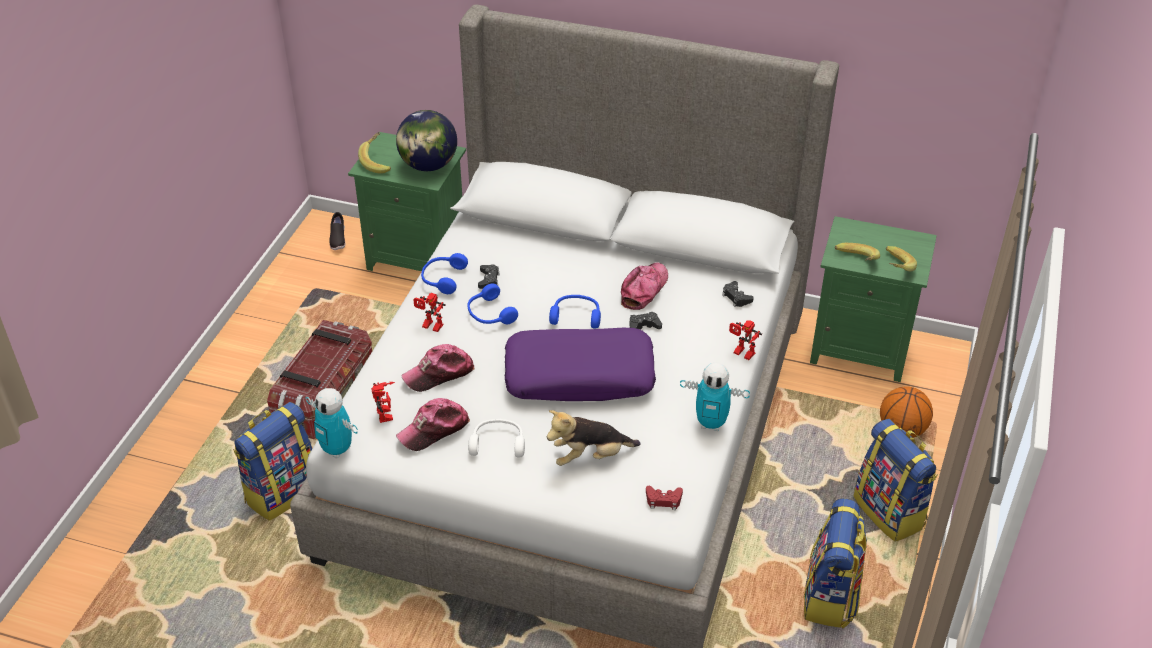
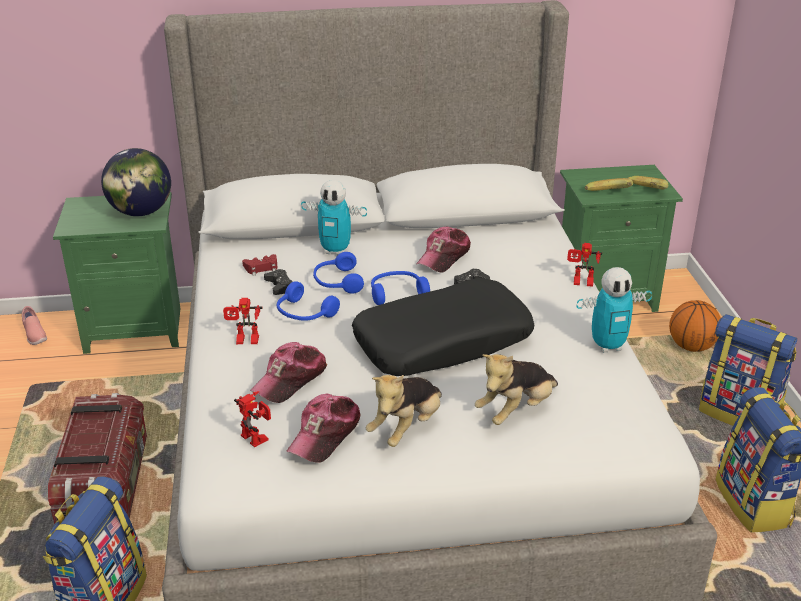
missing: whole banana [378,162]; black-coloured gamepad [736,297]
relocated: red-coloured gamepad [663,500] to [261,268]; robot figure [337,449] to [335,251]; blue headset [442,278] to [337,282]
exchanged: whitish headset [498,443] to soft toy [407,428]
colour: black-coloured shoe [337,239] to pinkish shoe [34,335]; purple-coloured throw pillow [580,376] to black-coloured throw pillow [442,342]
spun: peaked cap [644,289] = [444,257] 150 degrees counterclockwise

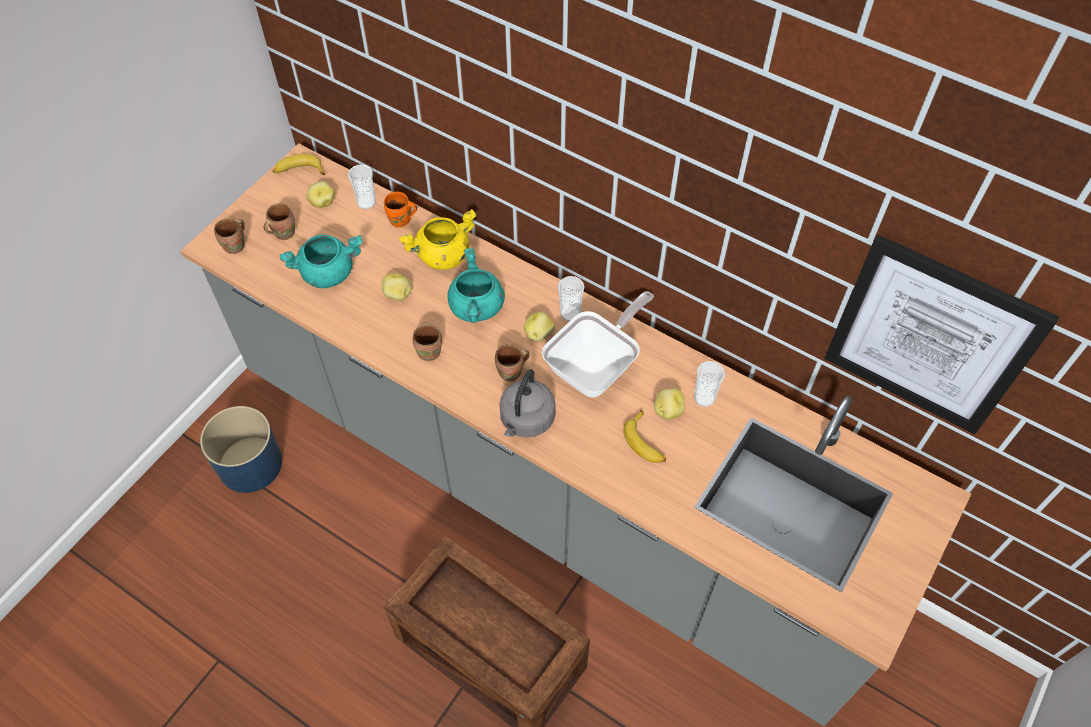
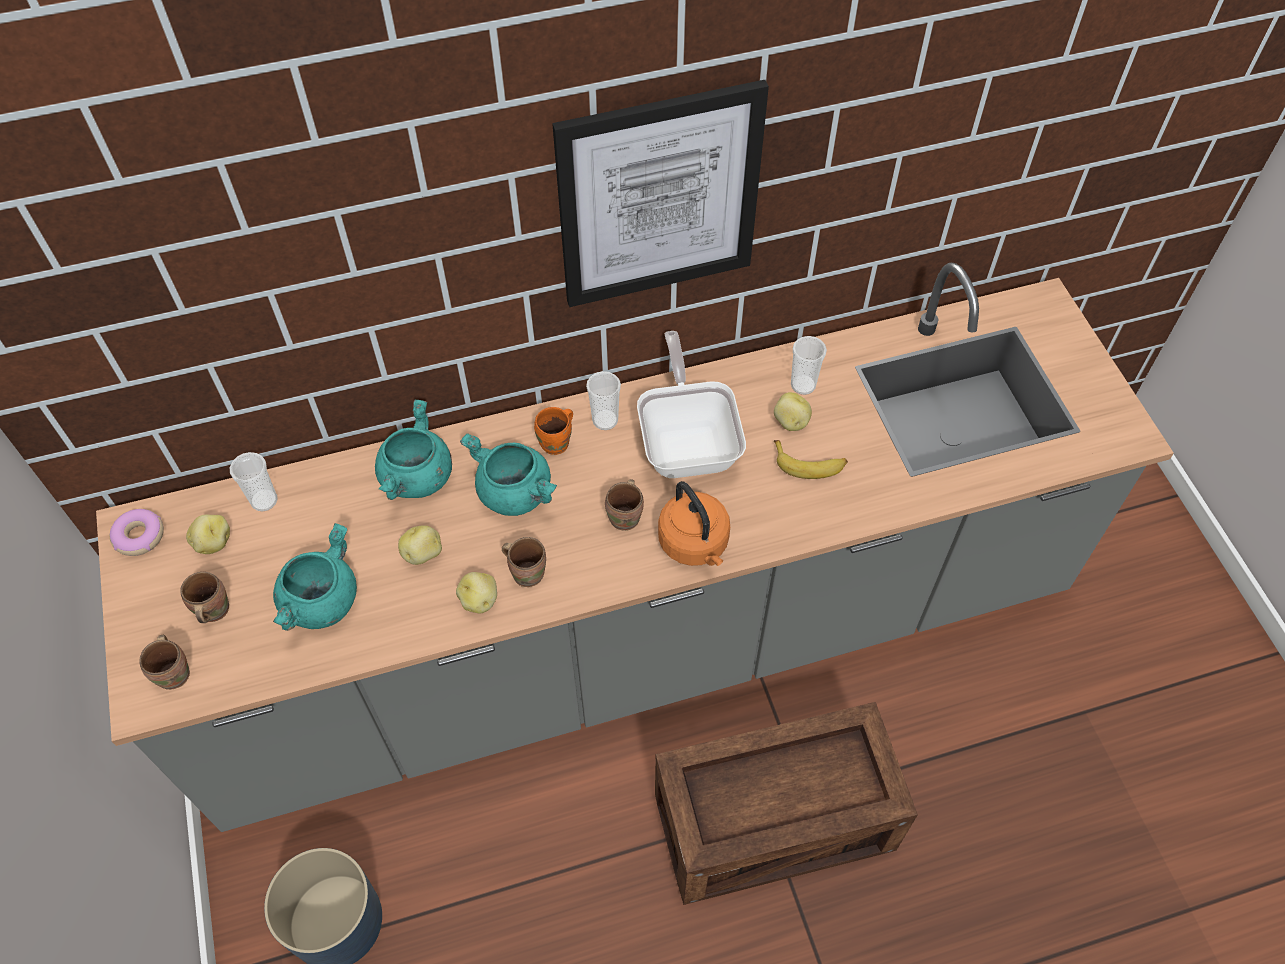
relocated: spud [539,333] to [479,600]; orange mug [401,221] to [557,443]; wall art [930,337] to [659,197]
exchanged: whole banana [299,171] to ring doughnut [139,536]
colour: yellowish saucepot [443,256] to blue-green saucepot [417,478]; greyish tea kettle [526,421] to orange tea kettle [695,544]

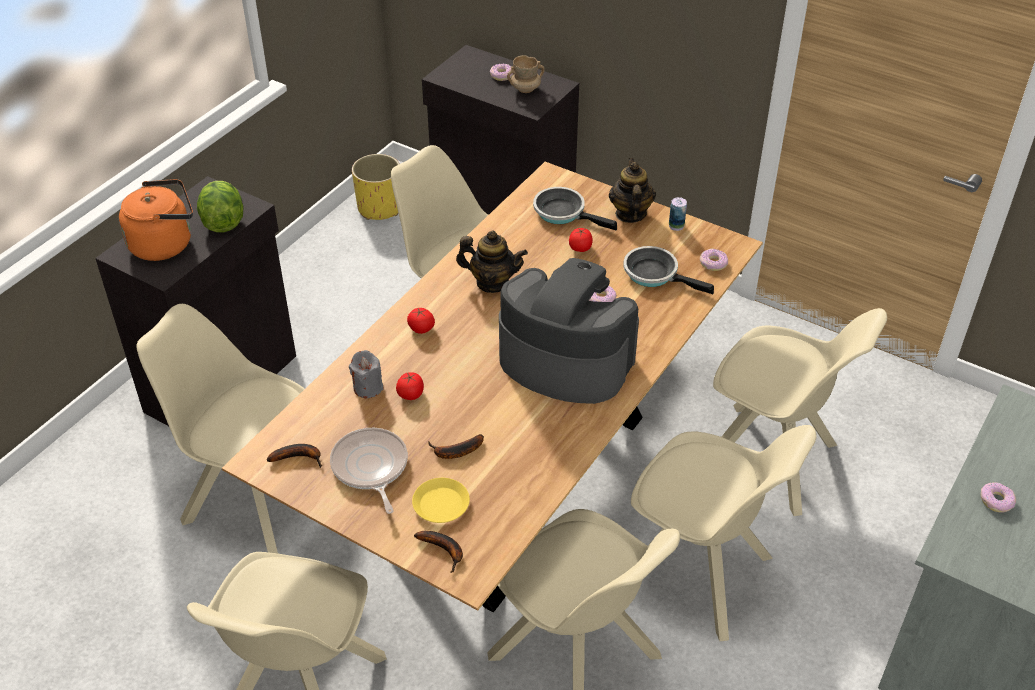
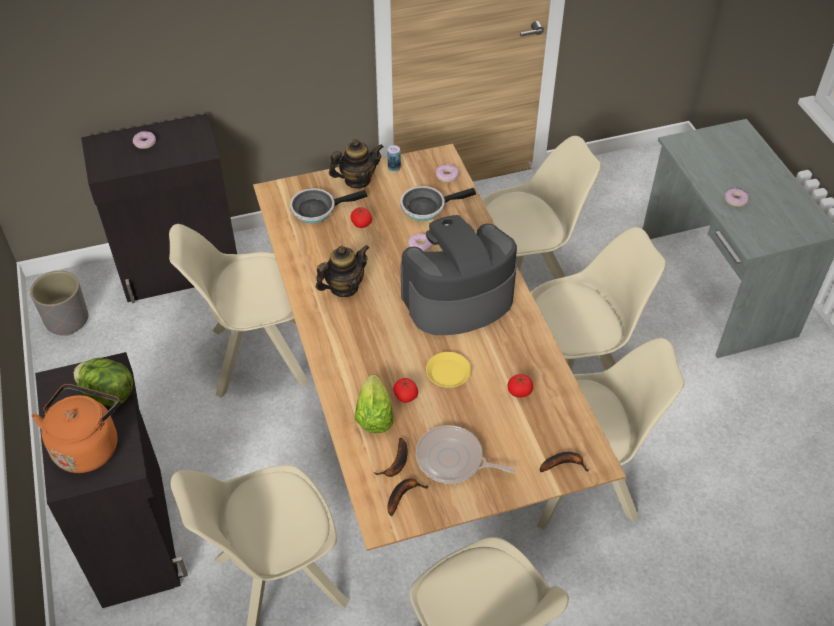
missing: beige mug [525,89]
relocated: whole banana [455,452] to [396,464]; yellowish flat dish [441,504] to [448,372]; tomato [421,329] to [519,392]
exchanged: greyish candle [368,387] to lettuce head [374,416]
colour: yellowish flower pot [380,208] to greyish flower pot [67,320]
spun: teapot [630,214] = [357,180] 120 degrees clockwise

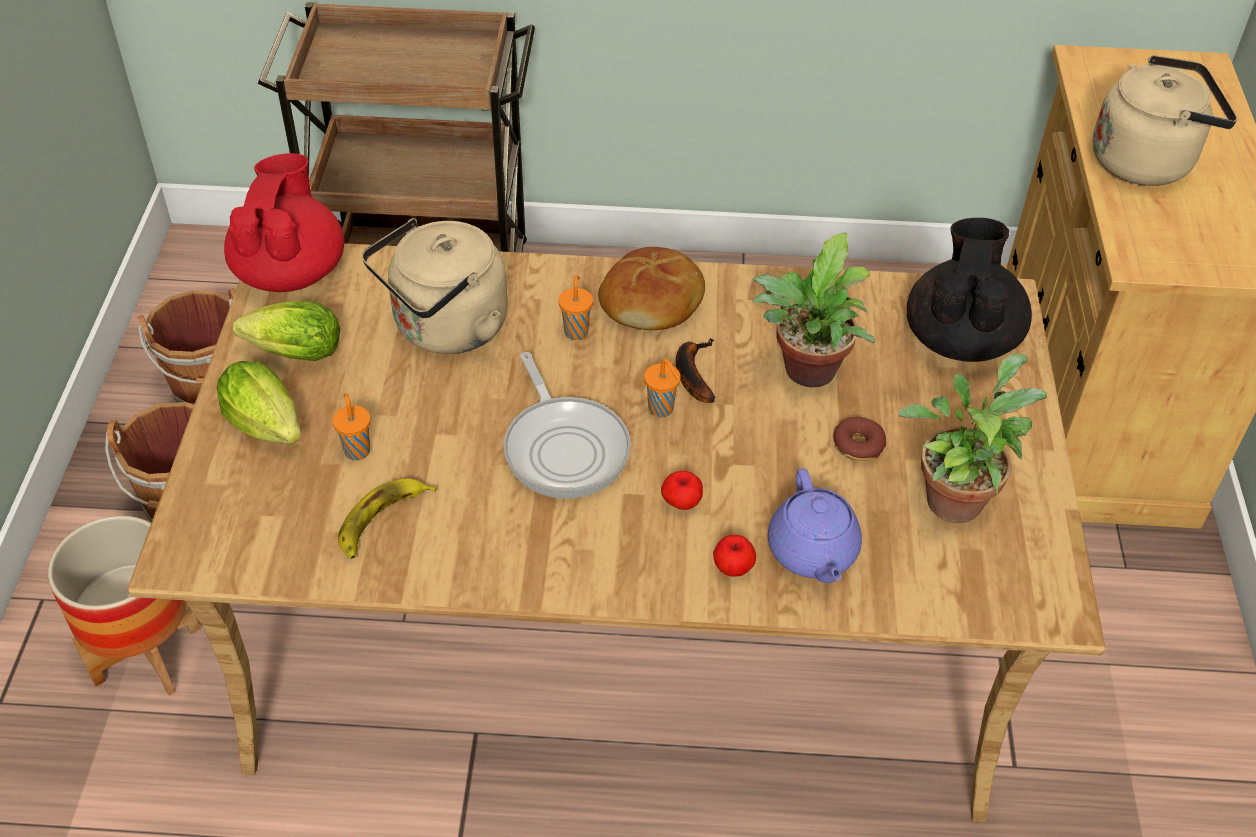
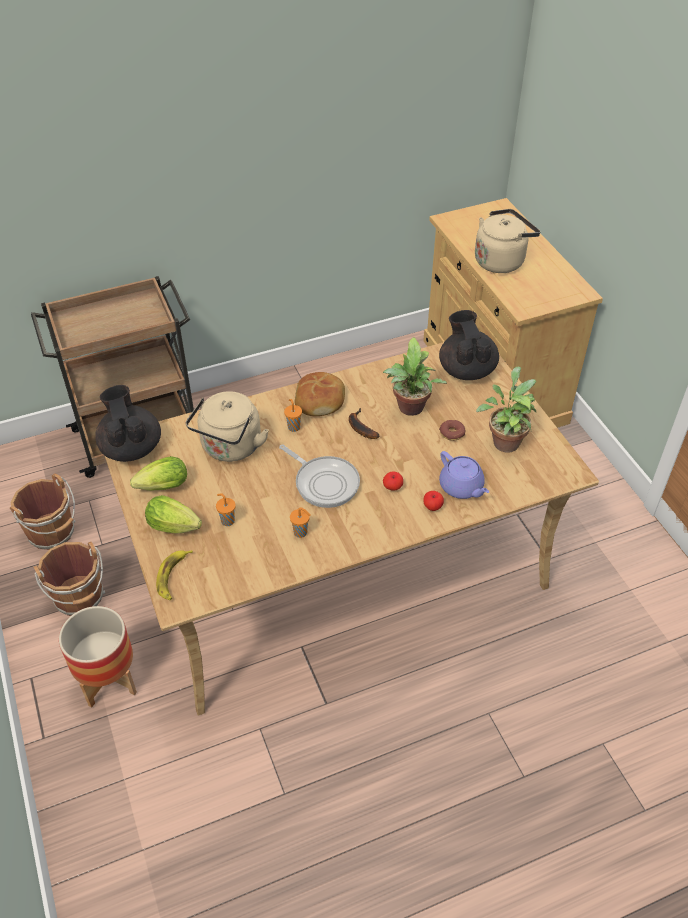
relocated: whole banana [382,521] to [173,576]; orange small cup [662,410] to [301,533]
colour: red-coloured teapot [291,271] to black-coloured teapot [131,447]

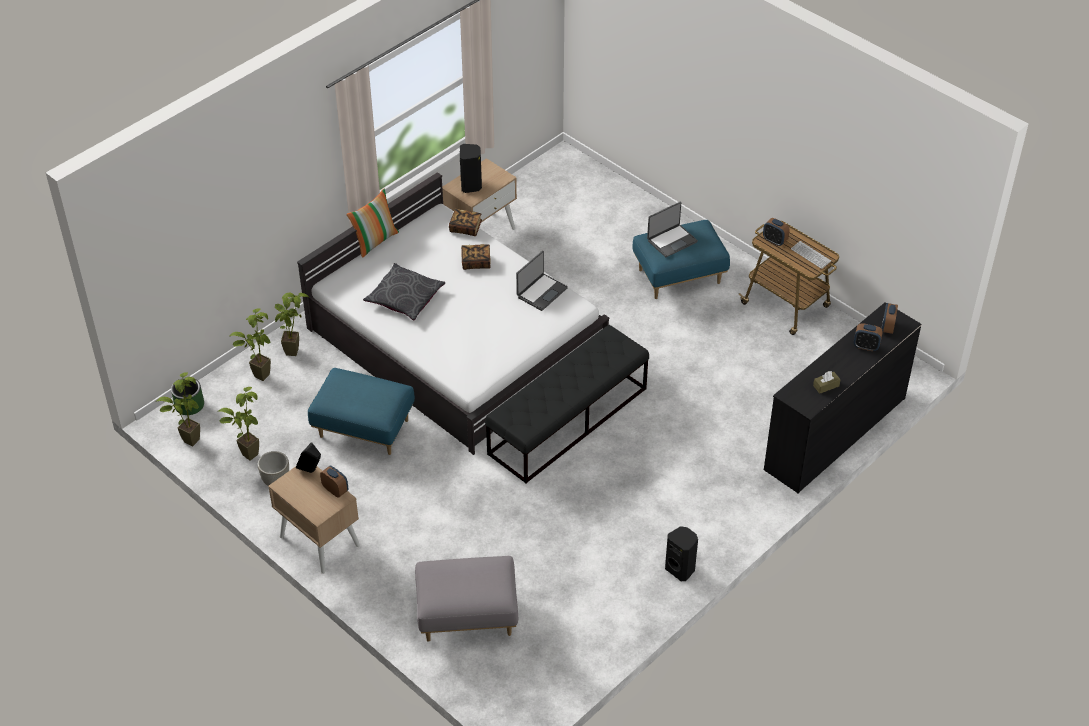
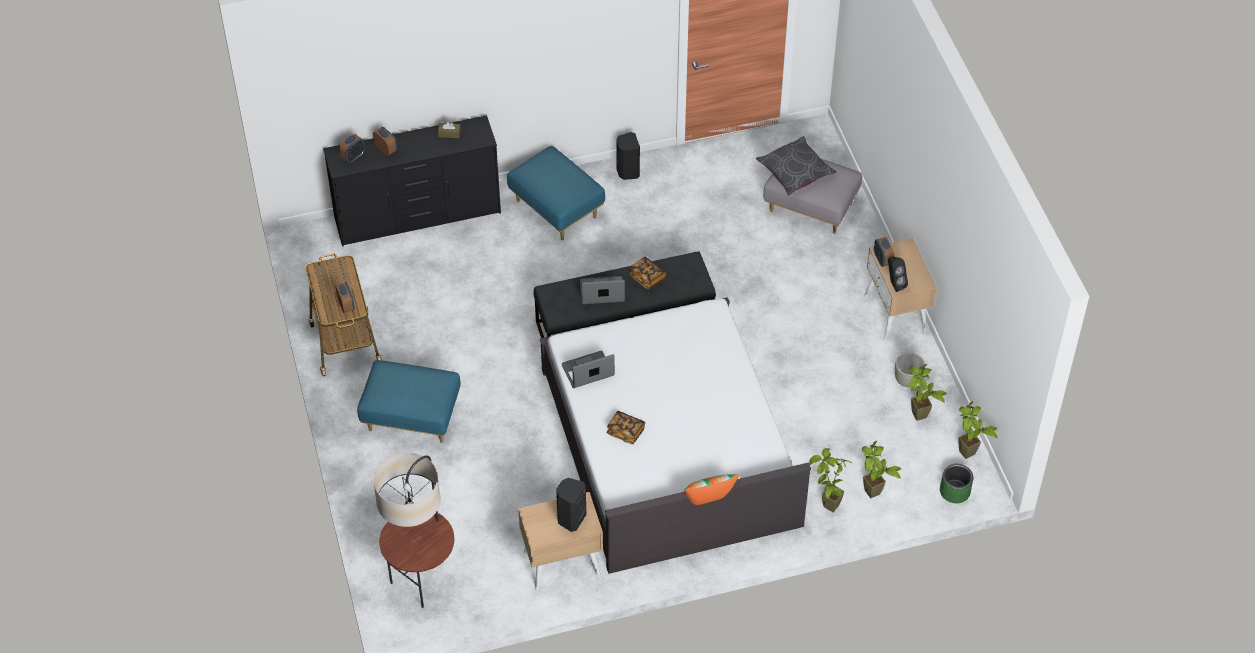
missing: keyboard [810,255]
appeared: floor lamp [422,580]
relocated: blue ottoman [363,429] to [557,209]; portable computer [671,241] to [602,292]; volume [465,228] to [647,278]; greyish throw pillow [404,298] to [795,171]

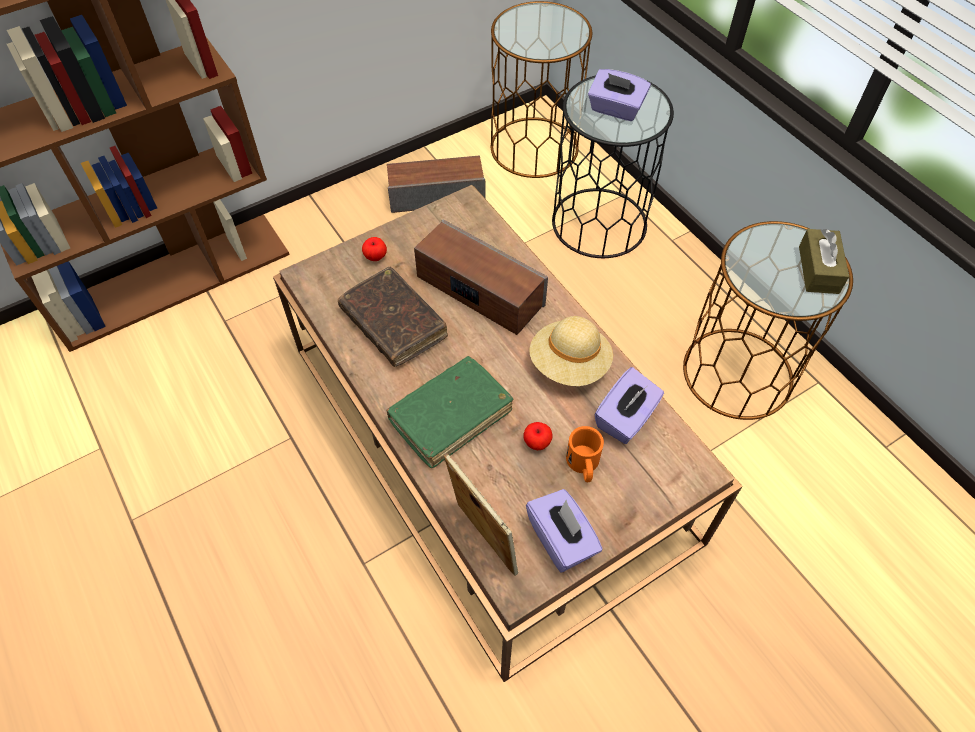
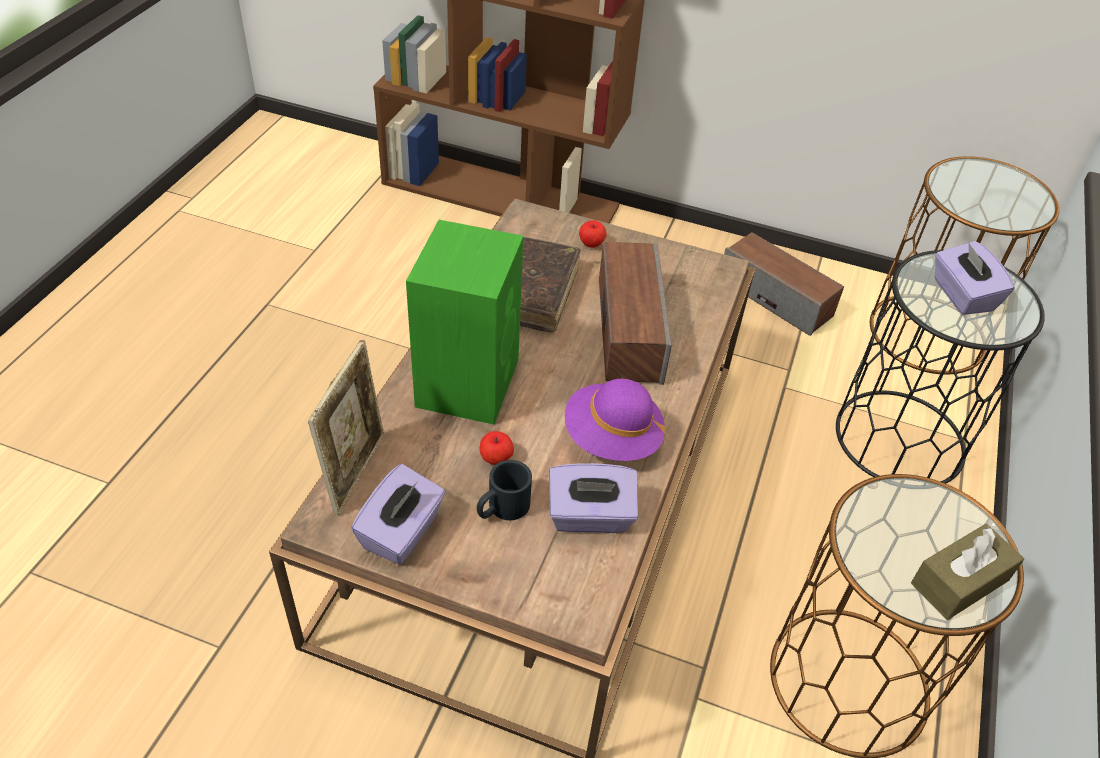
exchanged: greenish volume [450,416] to greenish loudspeaker [468,381]
colour: orange mug [583,465] to black-coloured mug [502,508]; beige wearable hat [569,364] to purple-coloured wearable hat [612,438]

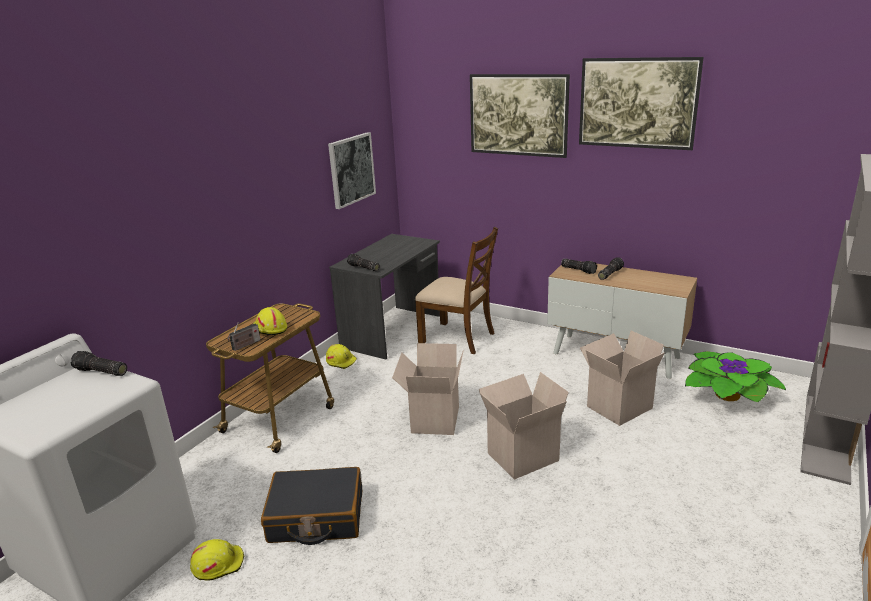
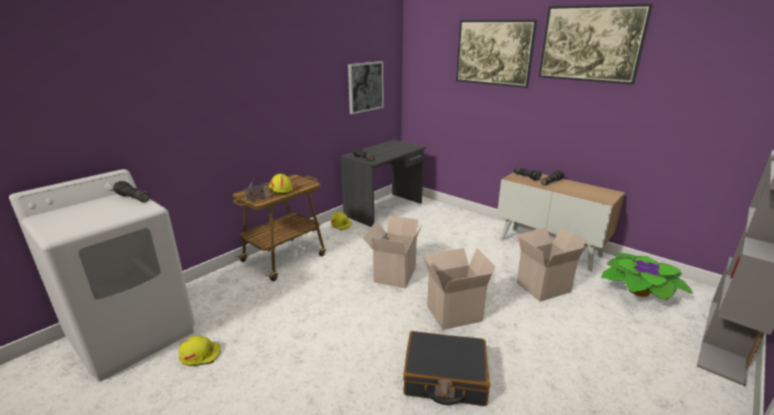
missing: brown upright chair [458,338]
relocated: black-coloured travel case [316,517] to [445,377]

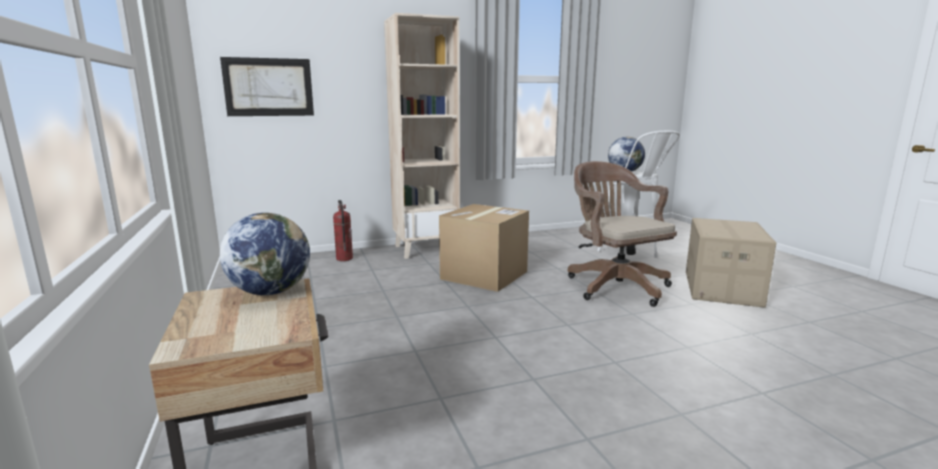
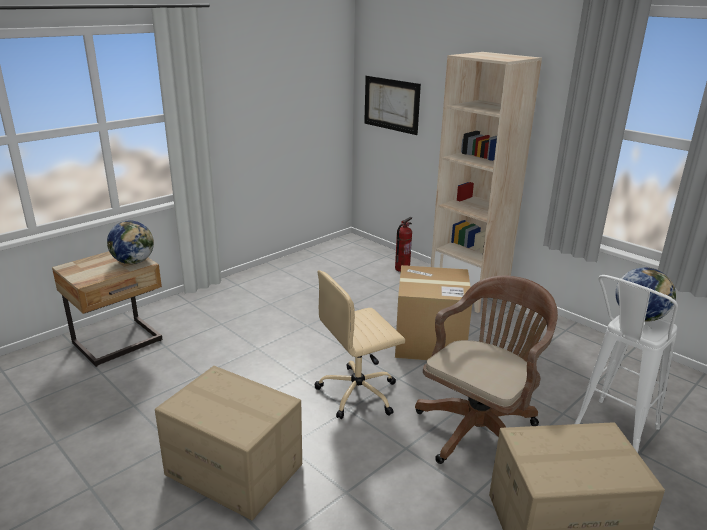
appeared: cardboard box [235,469]; beige office chair [359,393]

